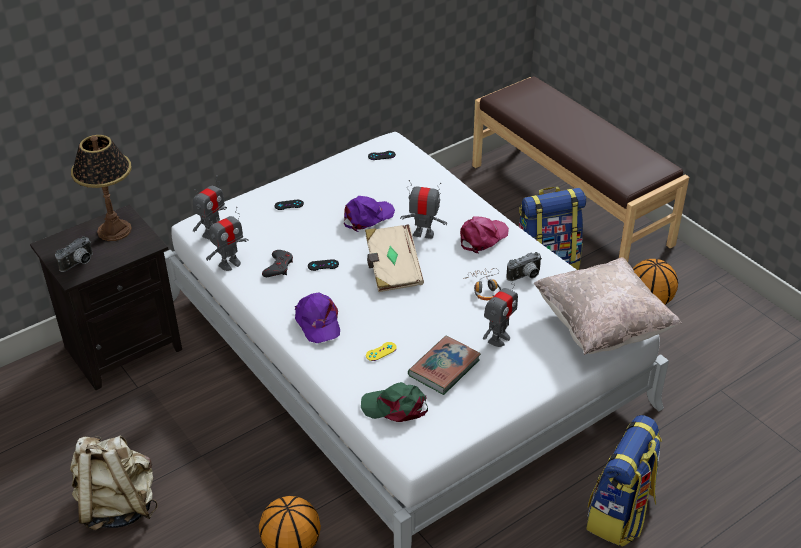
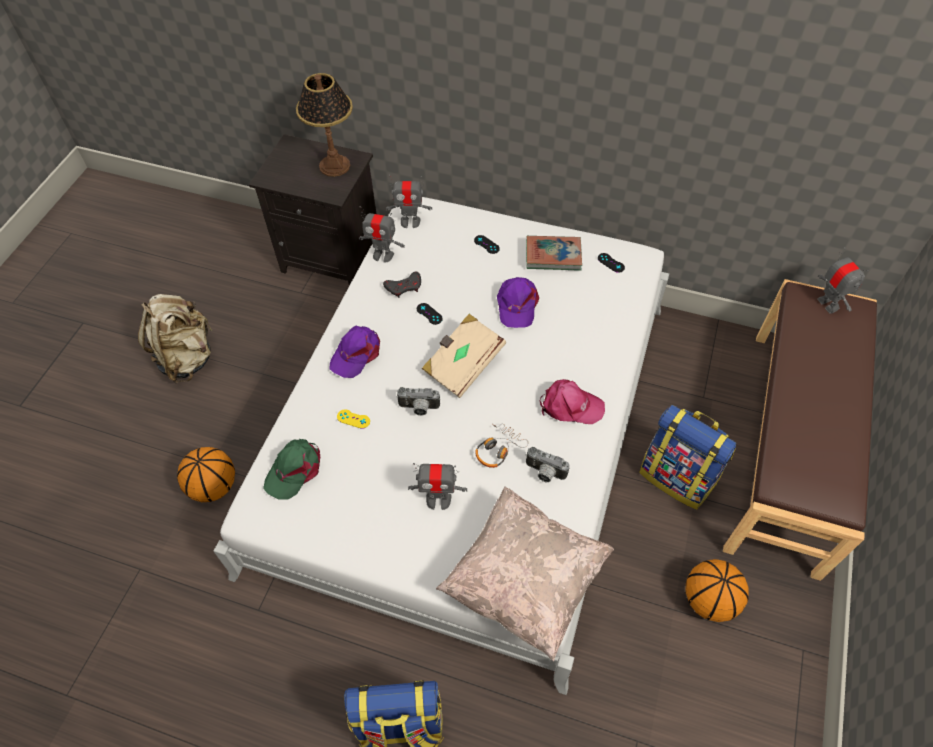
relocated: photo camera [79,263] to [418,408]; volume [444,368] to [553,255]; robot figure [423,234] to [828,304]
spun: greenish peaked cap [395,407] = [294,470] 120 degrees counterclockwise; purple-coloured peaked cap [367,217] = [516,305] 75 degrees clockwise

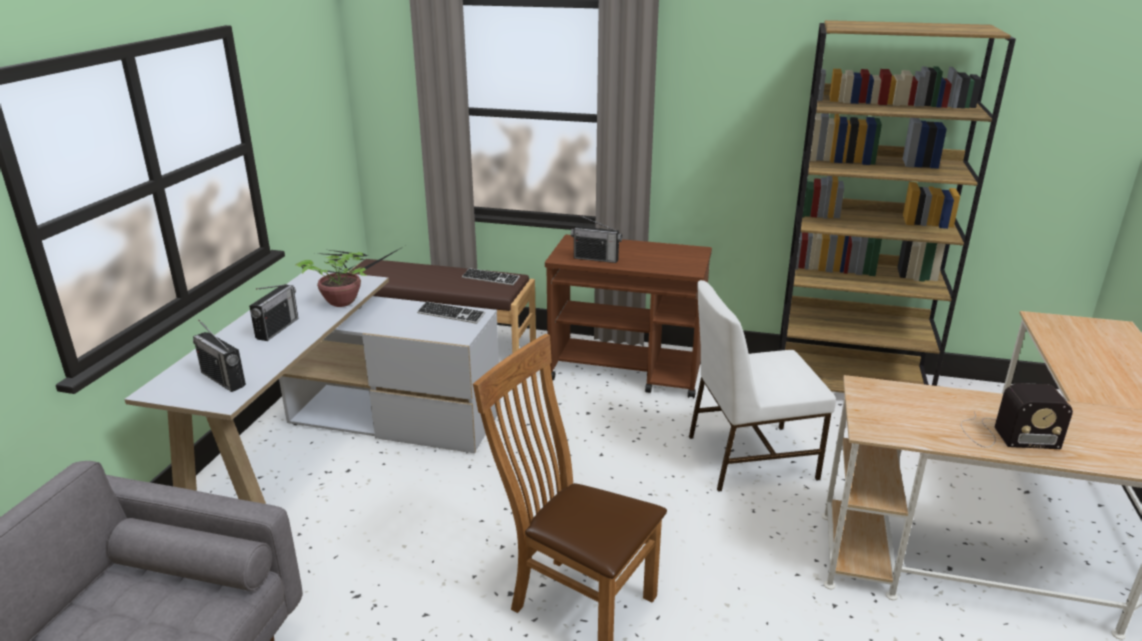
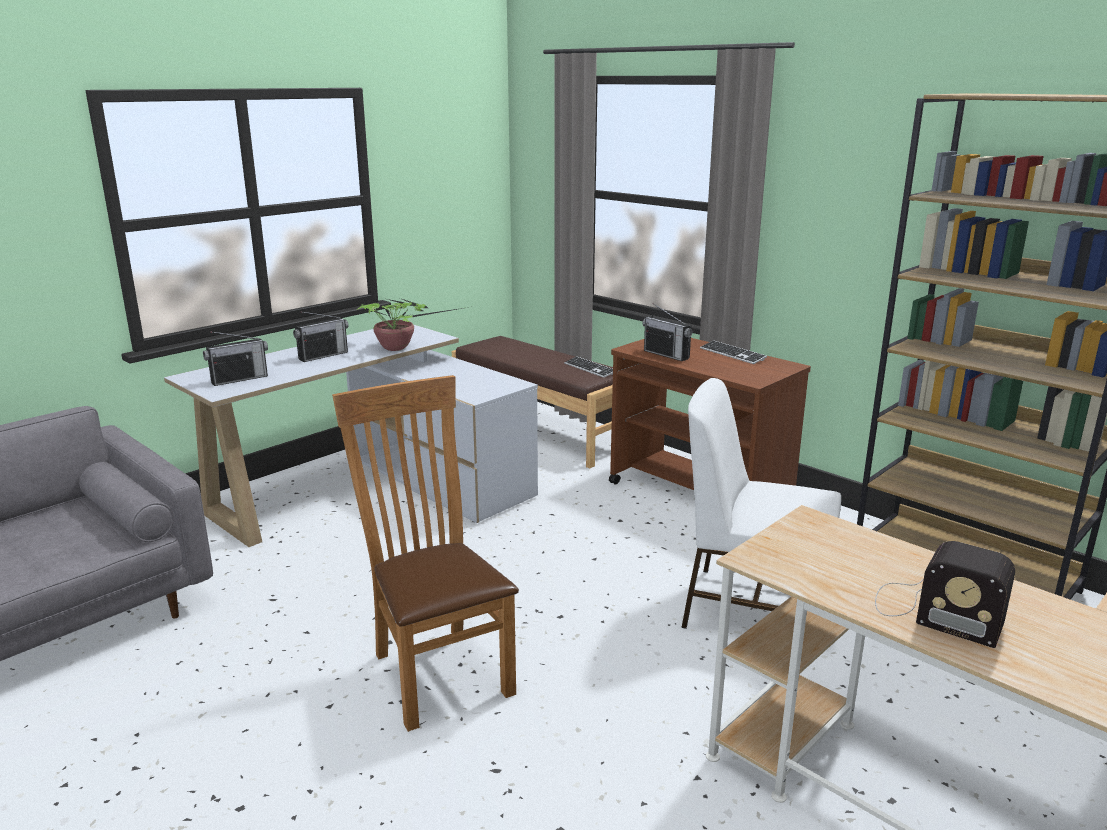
relocated: keyboard [451,314] to [732,354]
spun: radio set [223,379] = [239,379] 105 degrees counterclockwise

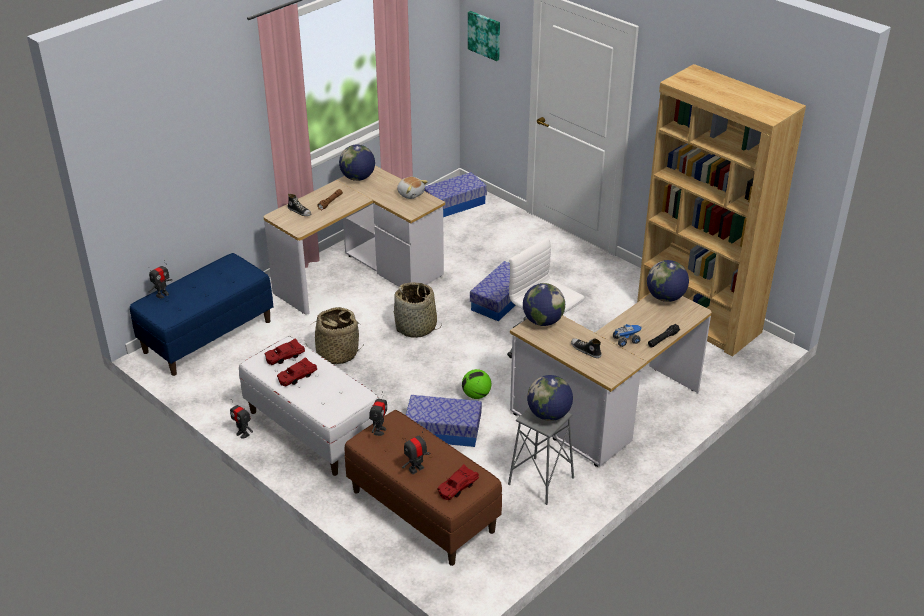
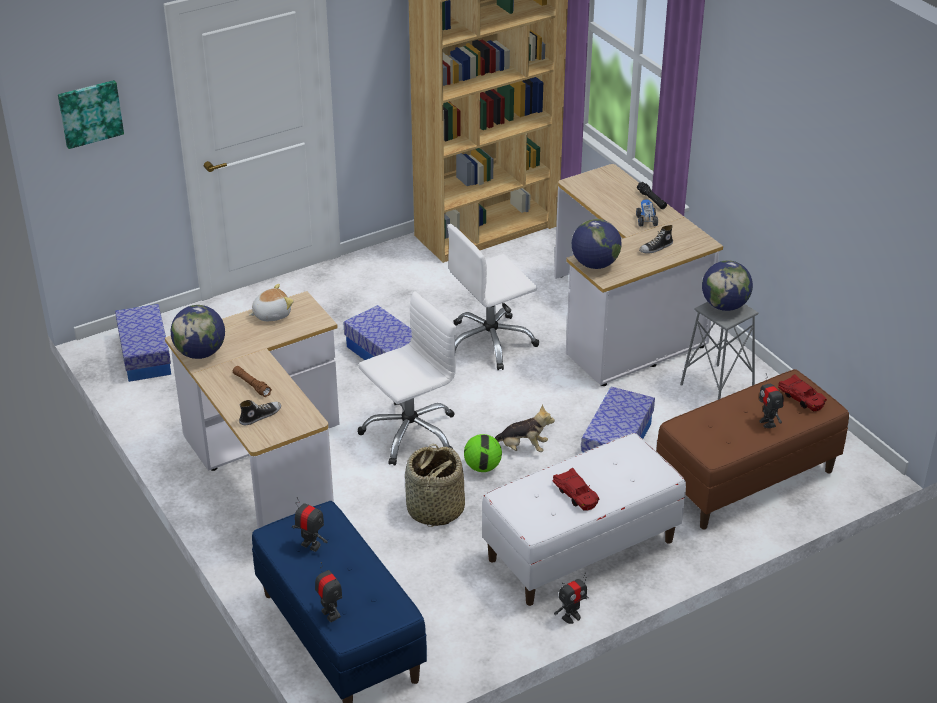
missing: red-coloured toy car [284,356]; desk globe [665,297]
appeared: soft toy [522,448]
relocated: robot figure [379,430] to [311,545]; football ball [476,395] to [482,467]
exchanged: household basket [416,327] to whitish office chair [410,433]

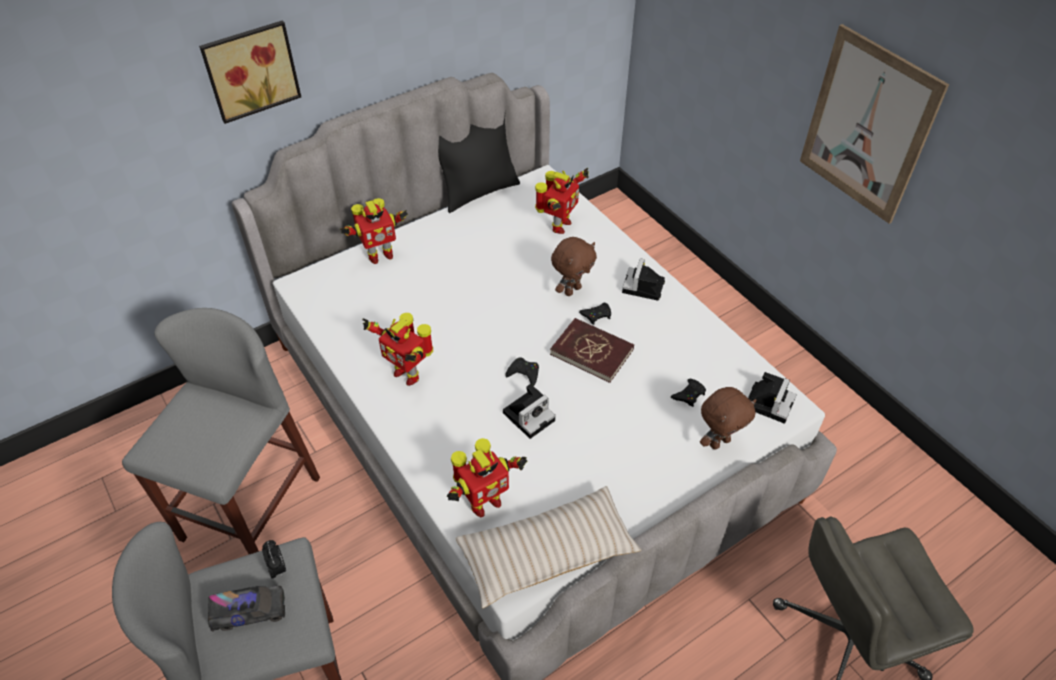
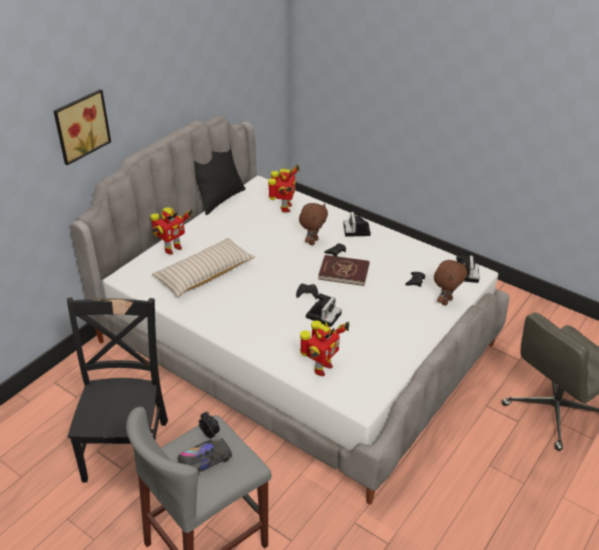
missing: robot figure [407,373]; wall art [867,126]
relocated: beige throw pillow [547,553] to [205,274]
exchanged: greyish sitting stool [250,508] to black-coloured upright chair [127,446]

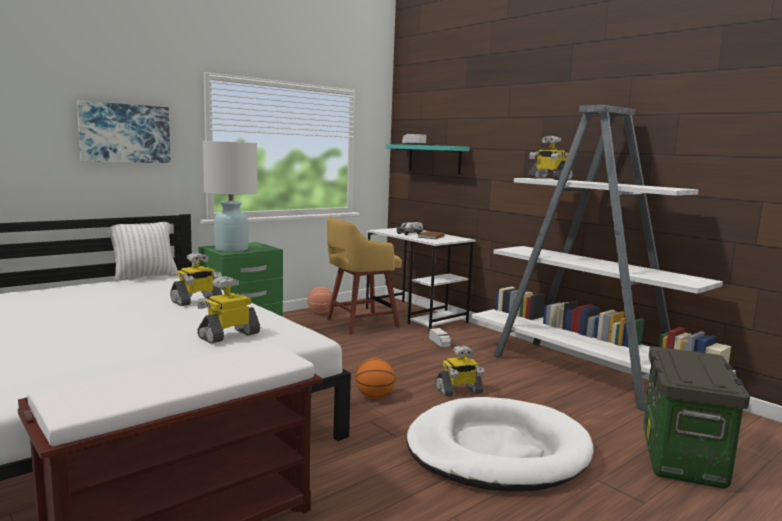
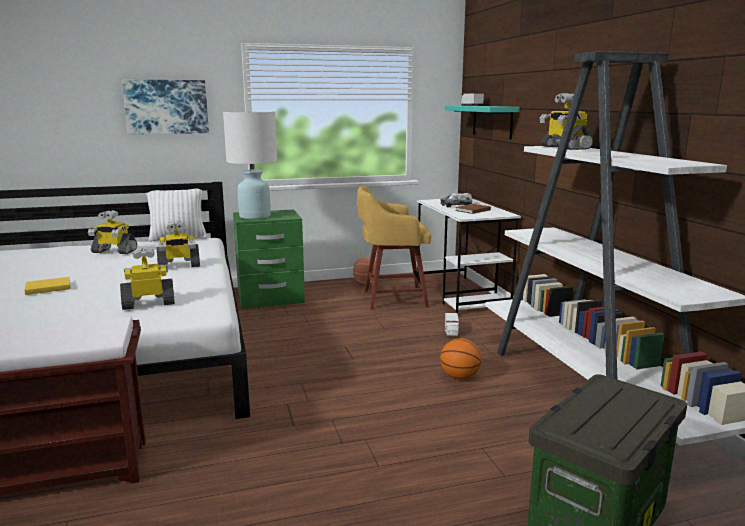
missing: whitish pet bed [497,450]
appeared: yellowish volume [47,287]
relocated: robot figure [459,391] to [114,251]; basketball ball [374,396] to [459,377]

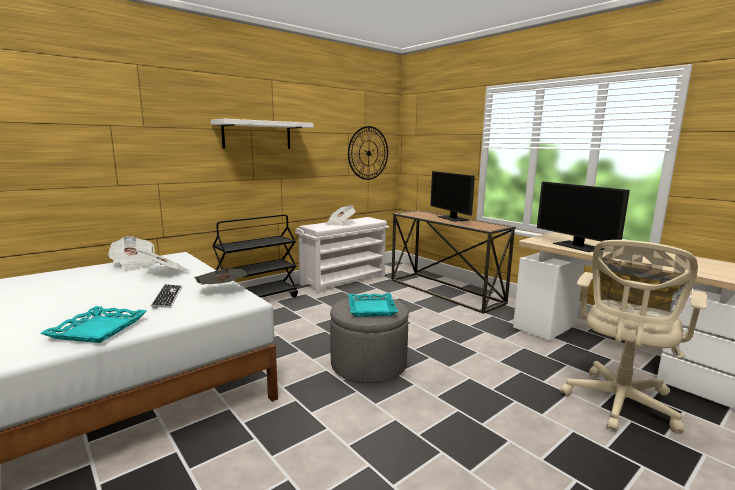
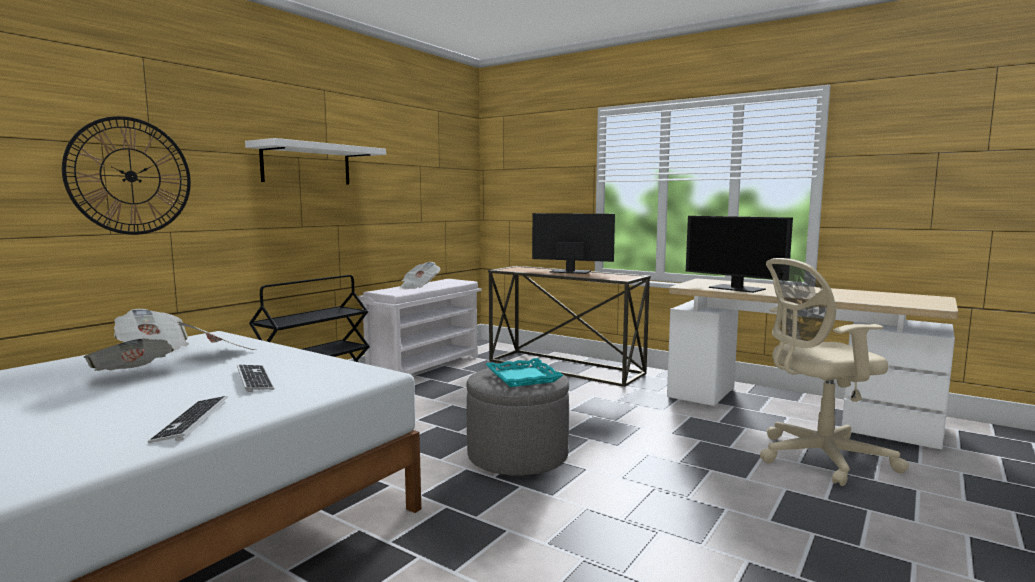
relocated: clock on the wall [368,153] to [130,176]; printed paper [222,290] to [132,376]
exchanged: blue-green carrying tray [98,329] to keyboard [191,421]
spun: computer screen [453,218] = [570,271] 150 degrees clockwise; beige office chair [619,405] = [817,458] 60 degrees clockwise

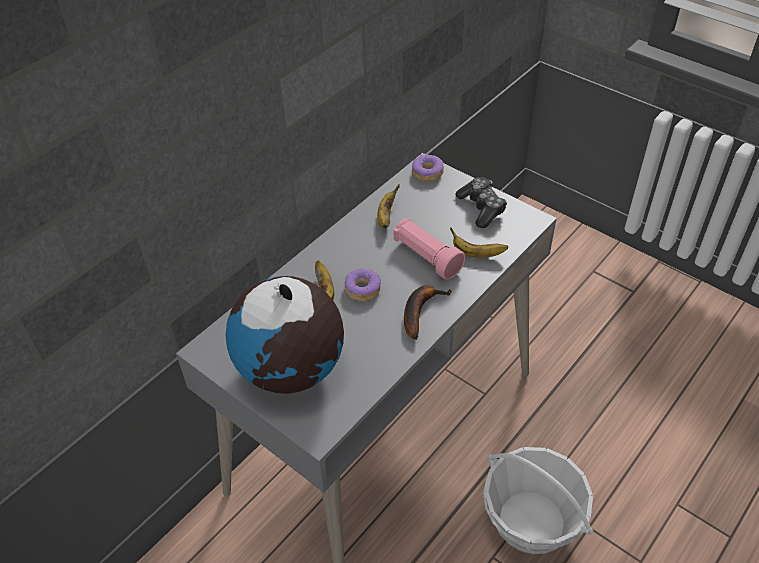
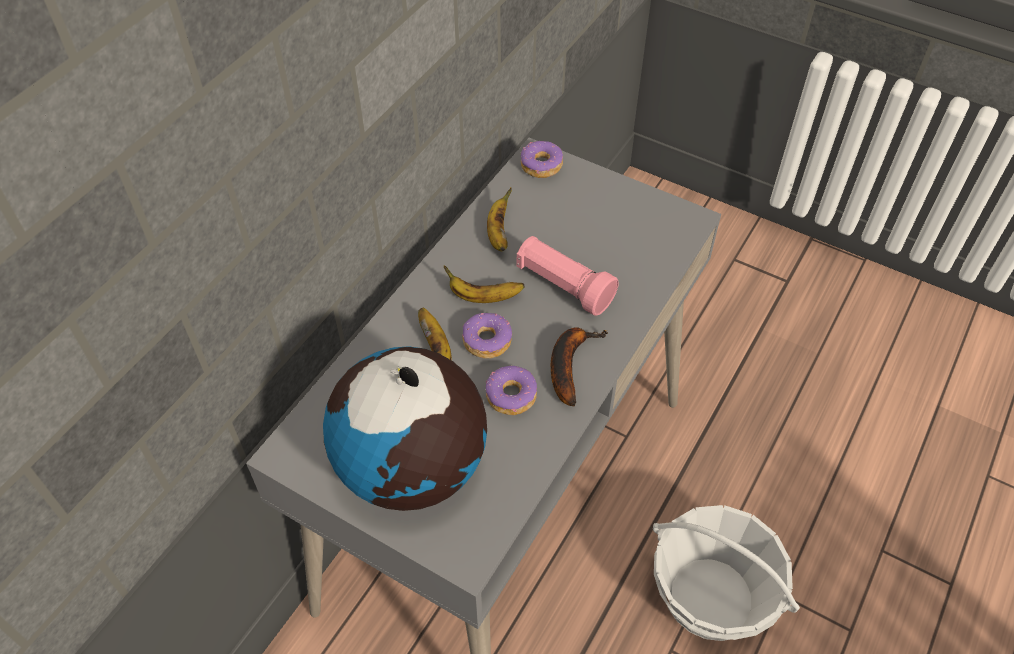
missing: gamepad [481,208]
appeared: ring doughnut [511,396]
relocated: whole banana [476,254] to [483,297]

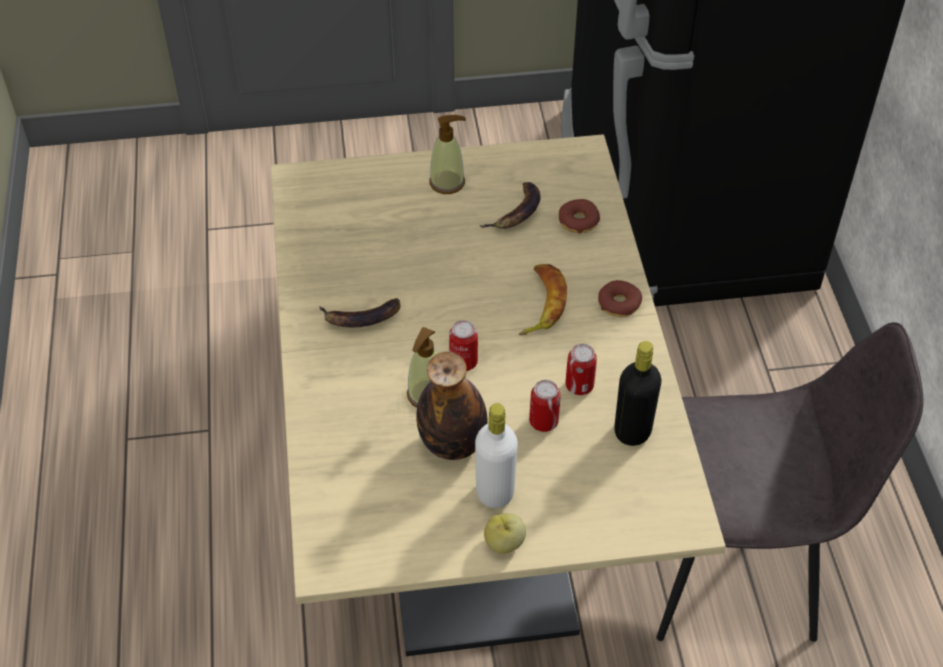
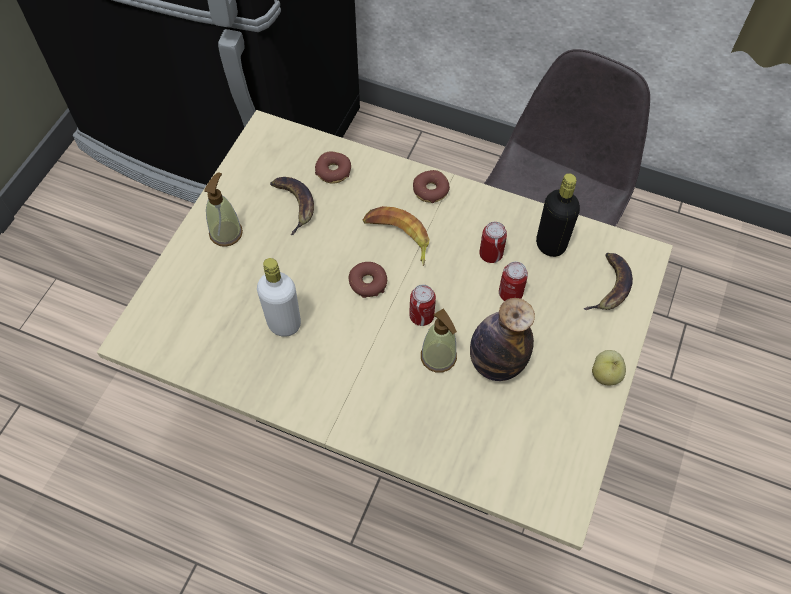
appeared: ring doughnut [368,283]
relocated: whitish beverage bottle [495,492] to [284,324]; whole banana [361,318] to [610,286]

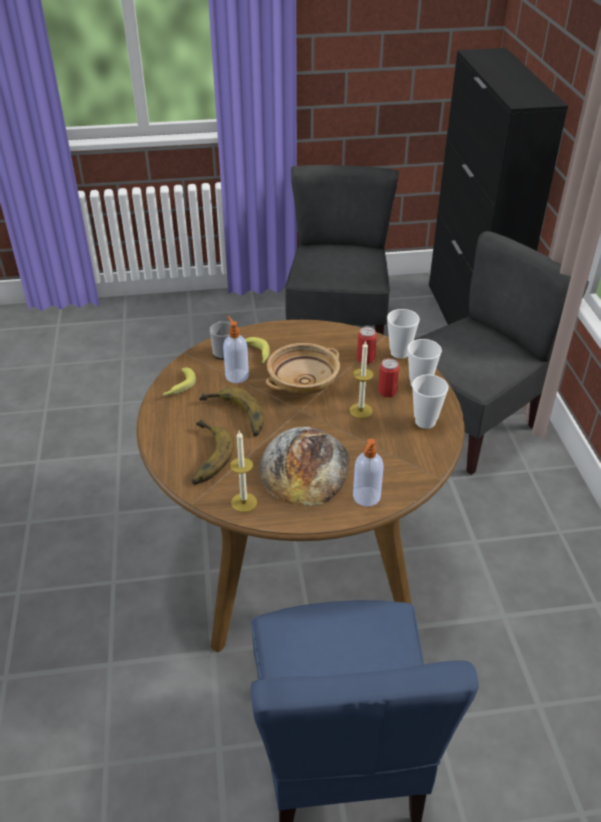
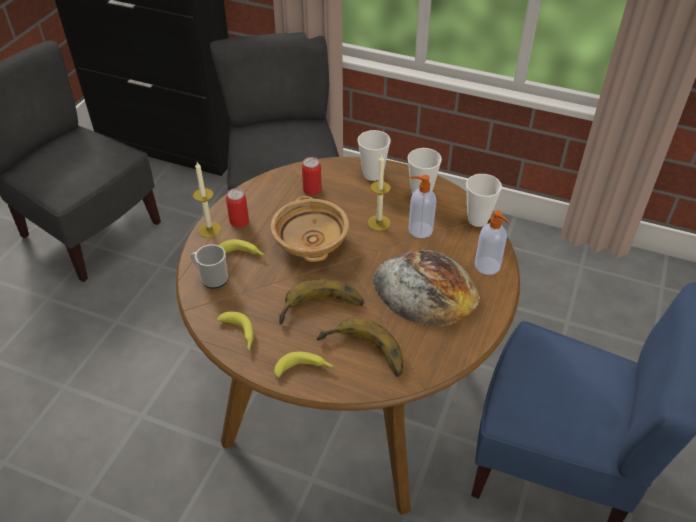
appeared: whole banana [305,369]
relocated: candle [244,502] to [209,230]; metal can [387,392] to [239,221]; soap dispenser [236,375] to [419,230]; small cup [399,353] to [478,220]

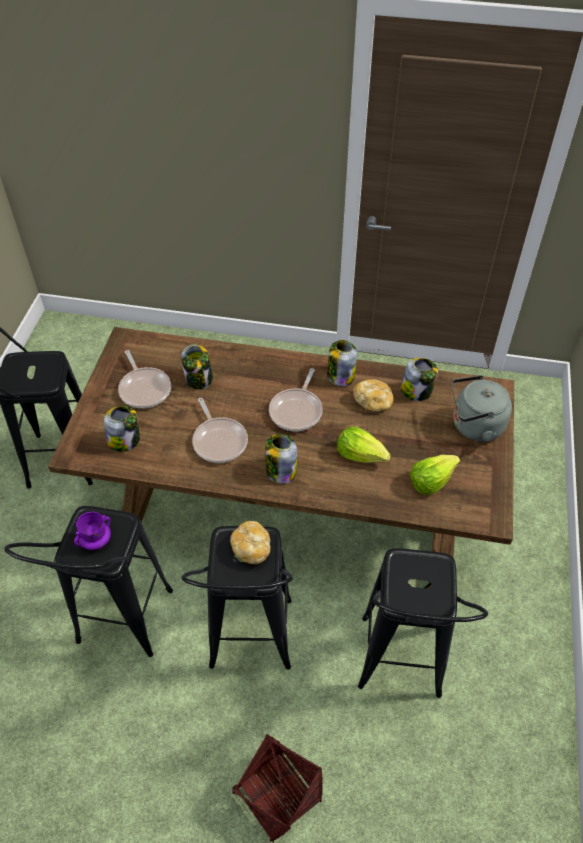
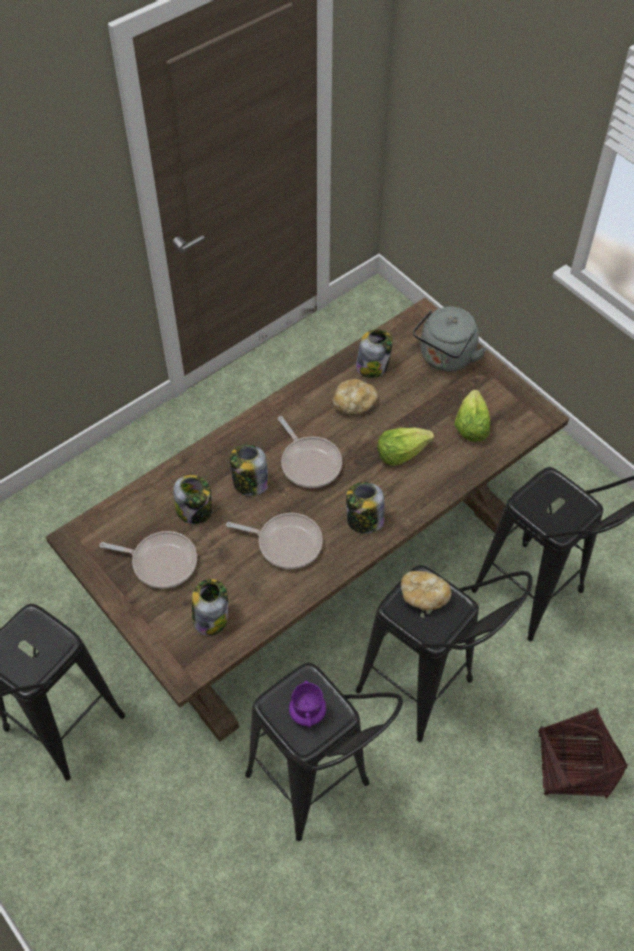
relocated: jar [340,376] to [250,483]

